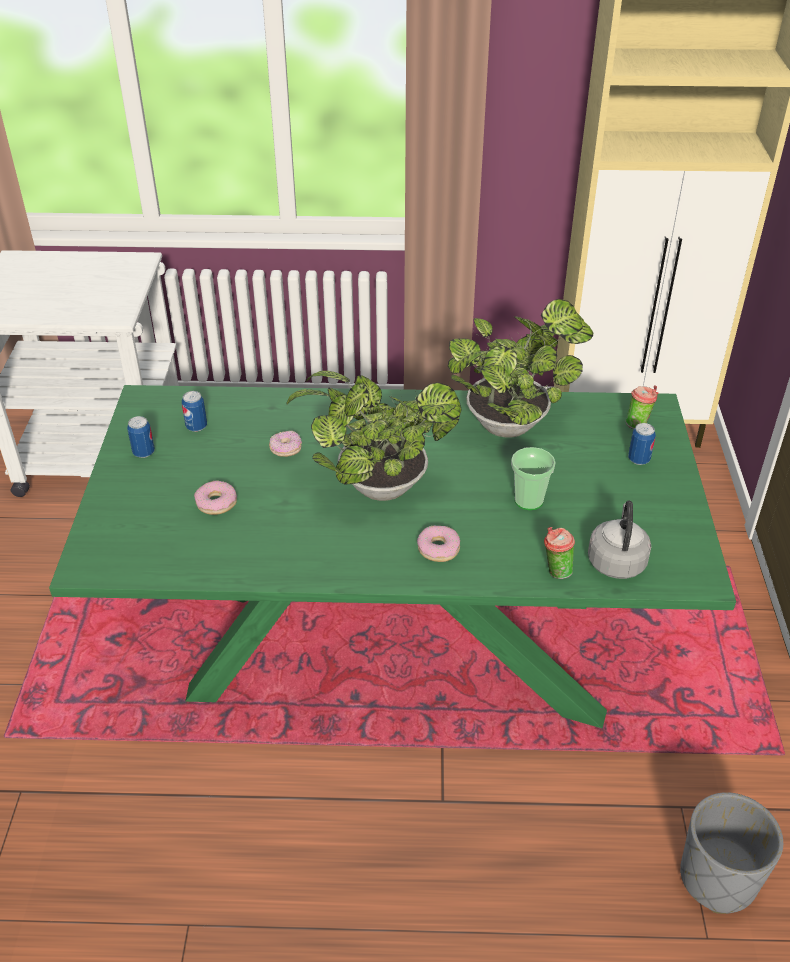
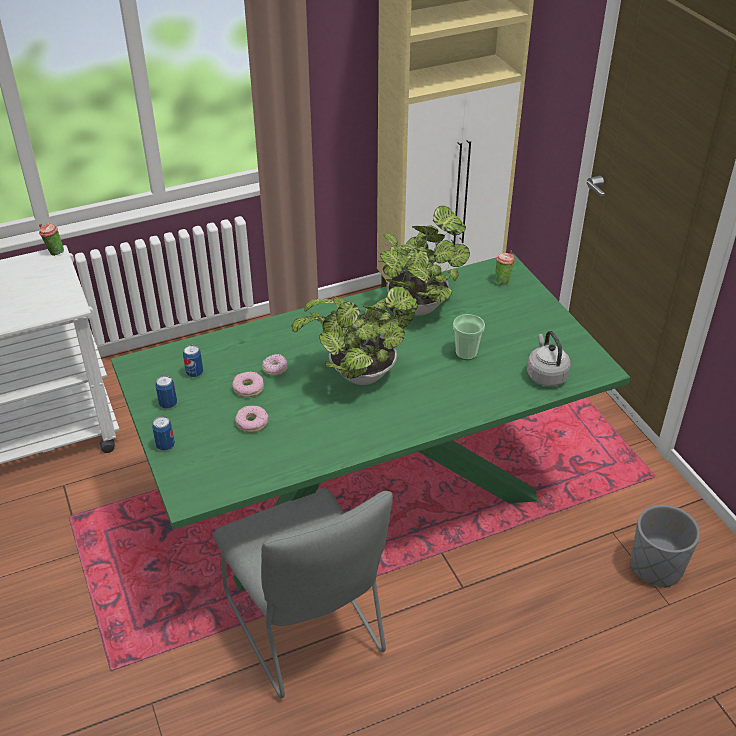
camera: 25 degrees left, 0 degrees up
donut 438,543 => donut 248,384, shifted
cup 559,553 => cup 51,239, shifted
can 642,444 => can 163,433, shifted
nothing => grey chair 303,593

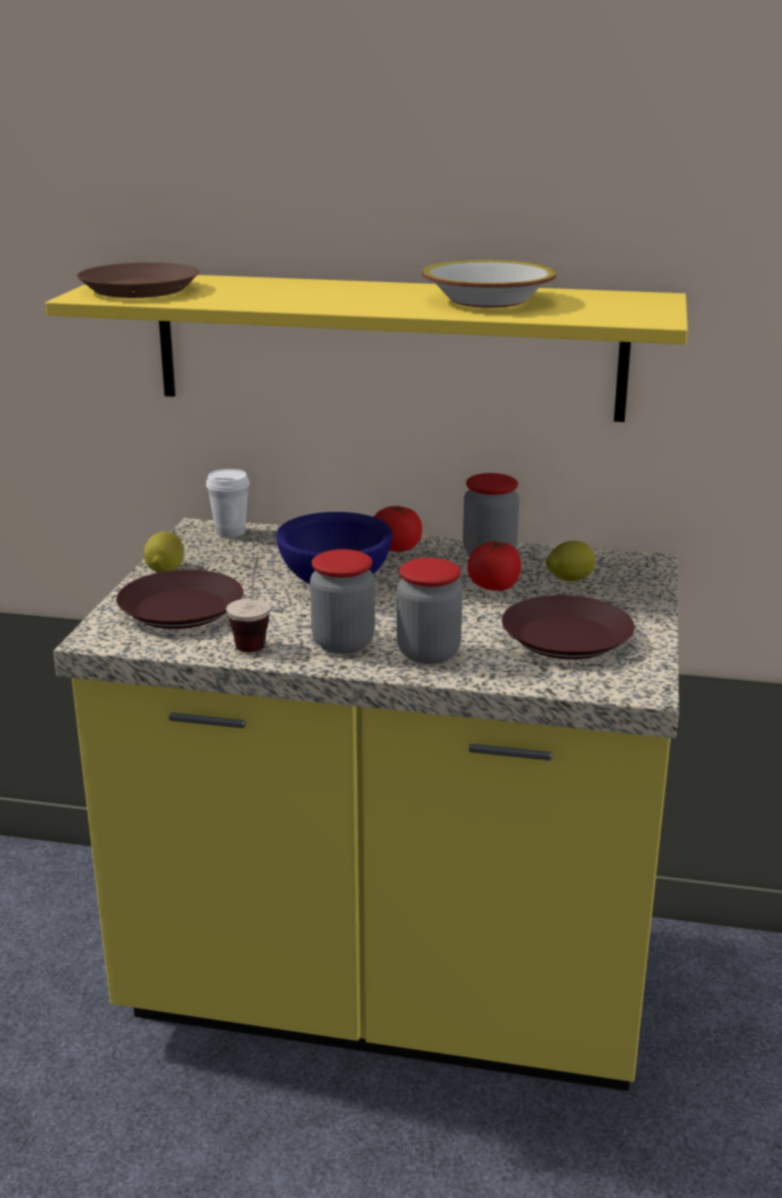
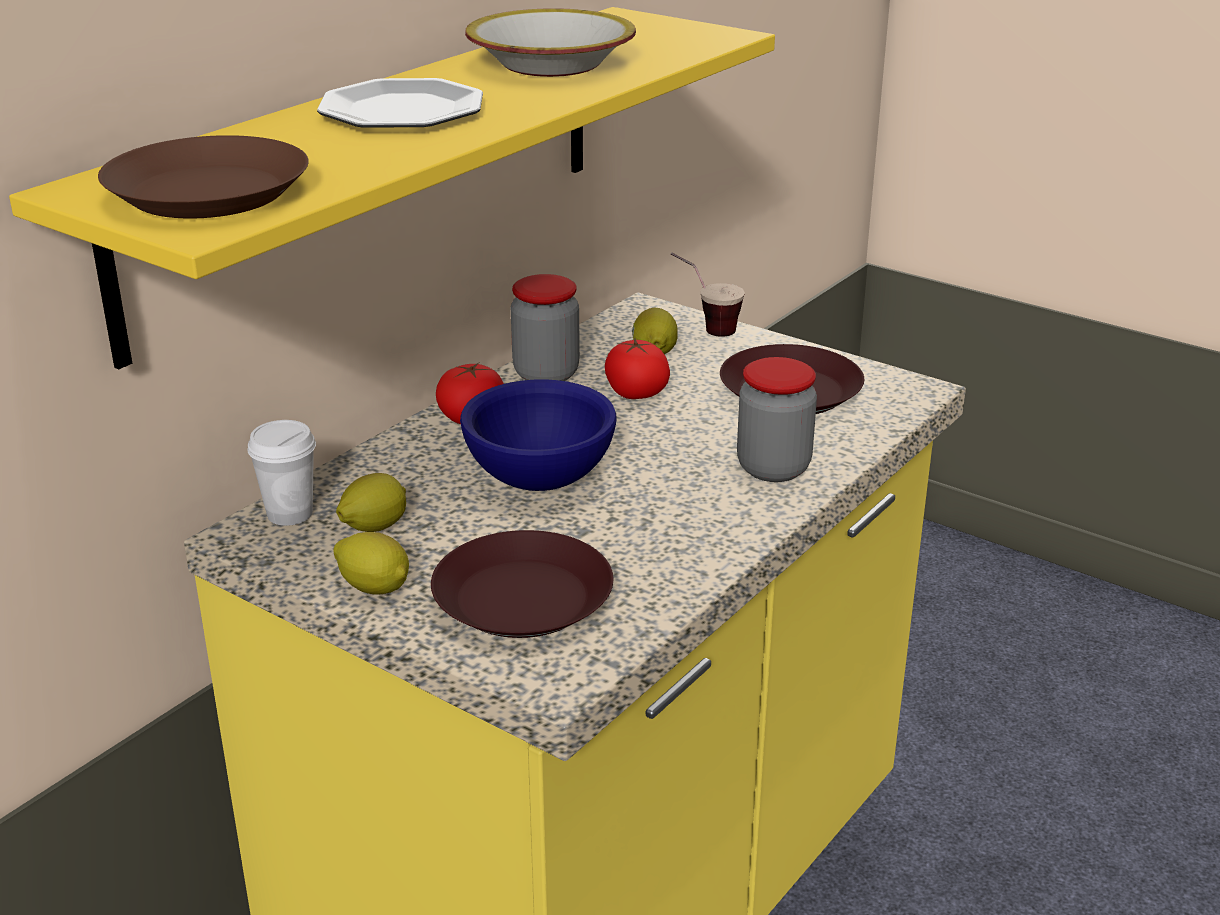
camera: 65 degrees left, 5 degrees up
cup 248,604 => cup 708,294, shifted
jar 342,601 => nothing
nothing => plate 400,103
nothing => lemon 371,502

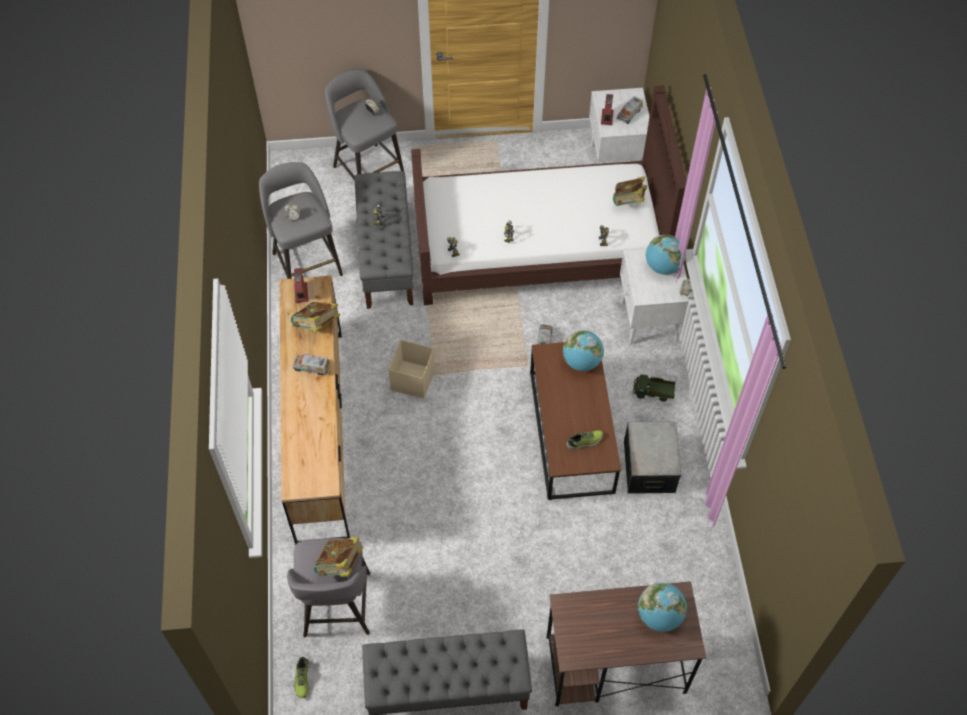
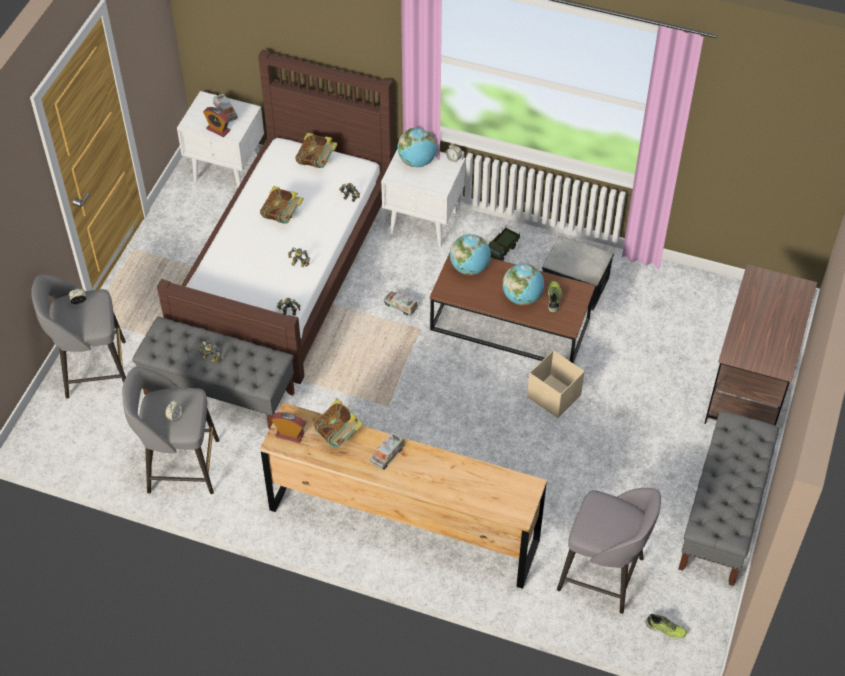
camera: 65 degrees left, 5 degrees down
book 338,557 => book 282,204, shifted
beige storage box 411,369 => beige storage box 556,384, shifted
globe 662,607 => globe 523,284, shifted

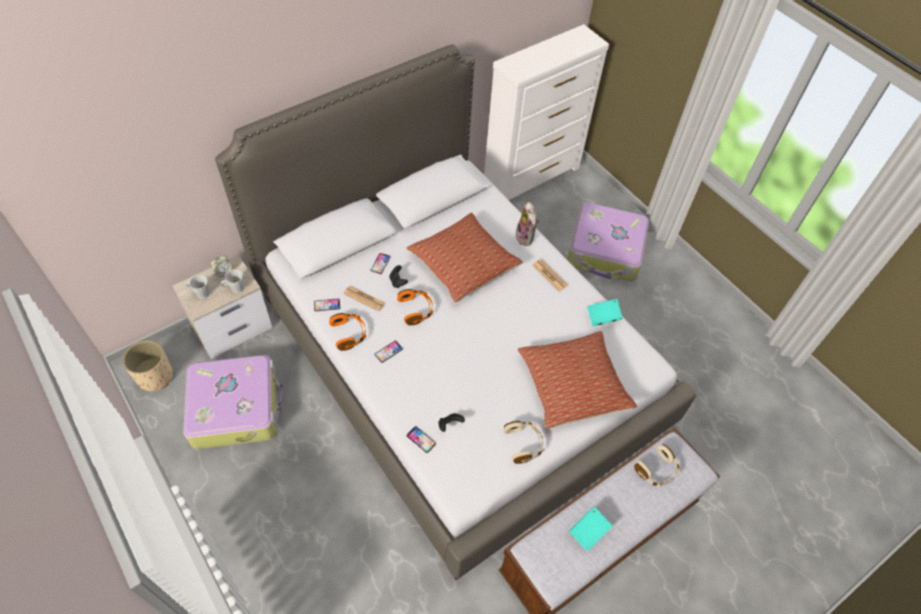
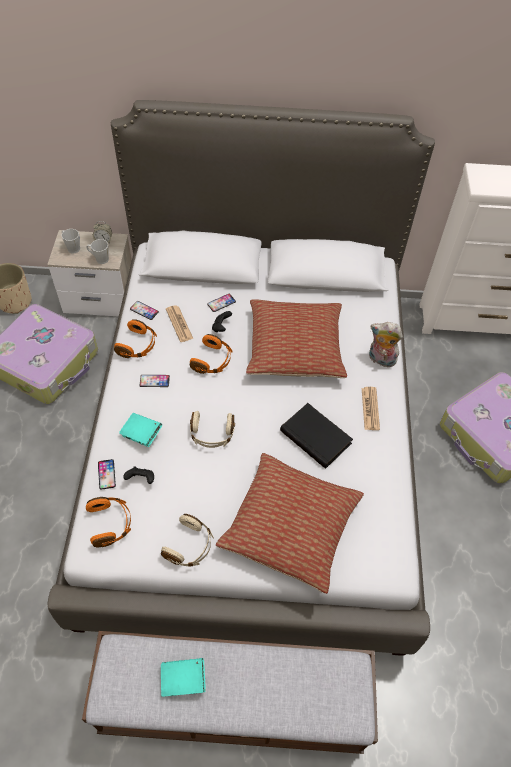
camera: 40 degrees right, 0 degrees up
plush toy 527,224 => plush toy 386,344, 90 degrees clockwise
turquoise book 605,312 => turquoise book 140,430, shifted
beige headphones 657,466 => beige headphones 212,429, shifted
nothing => orange headphones 108,522
nothing => black book 316,436

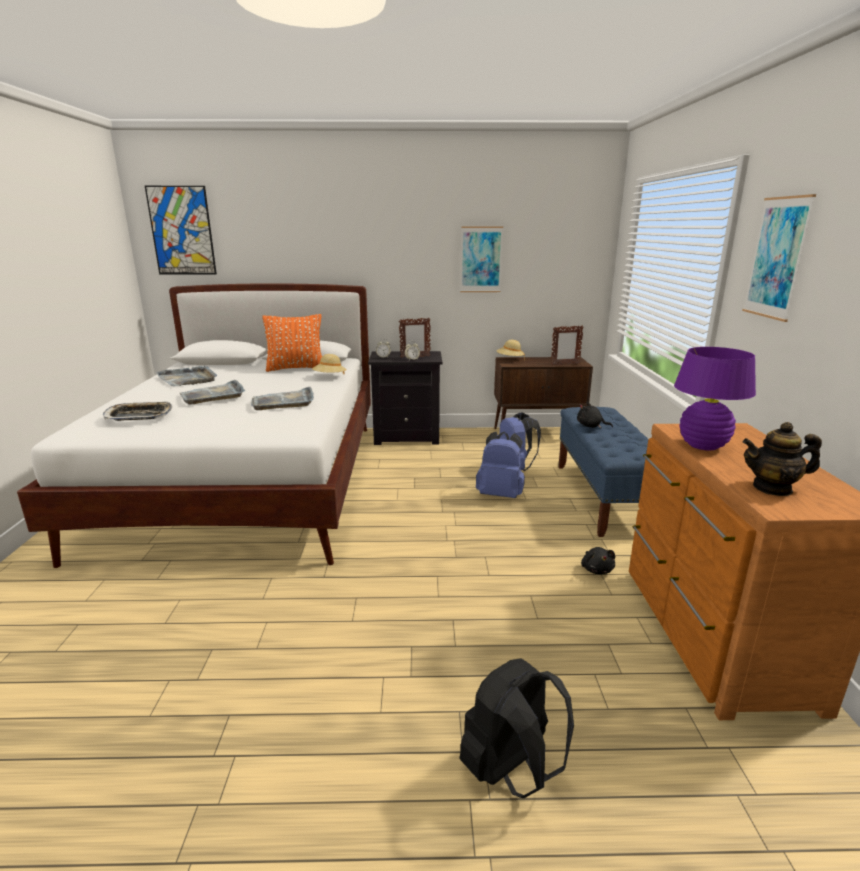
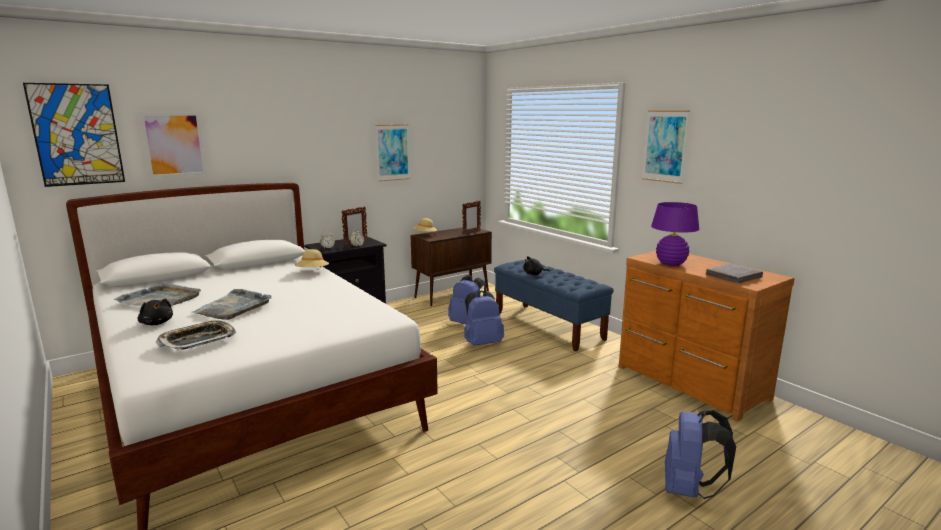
camera: 35 degrees left, 5 degrees down
grey tray 282,398 => nothing
orange pillow 292,343 => nothing
black backpack 516,728 => blue backpack 700,454
black plush toy 598,560 => black plush toy 155,312, shifted
teapot 782,459 => grey book 734,273
nothing => picture 173,145

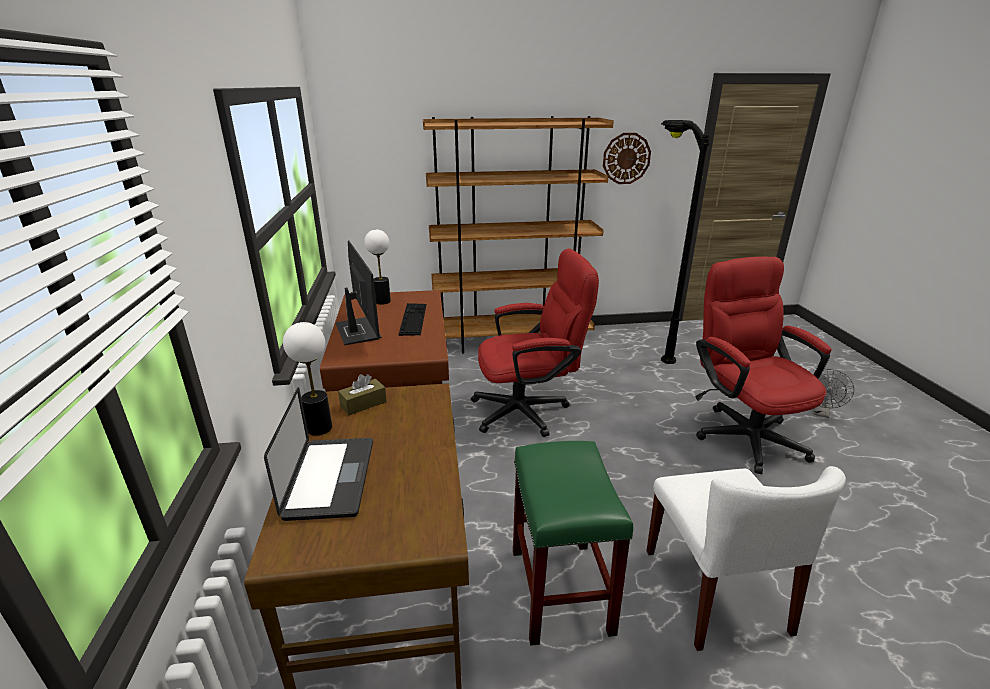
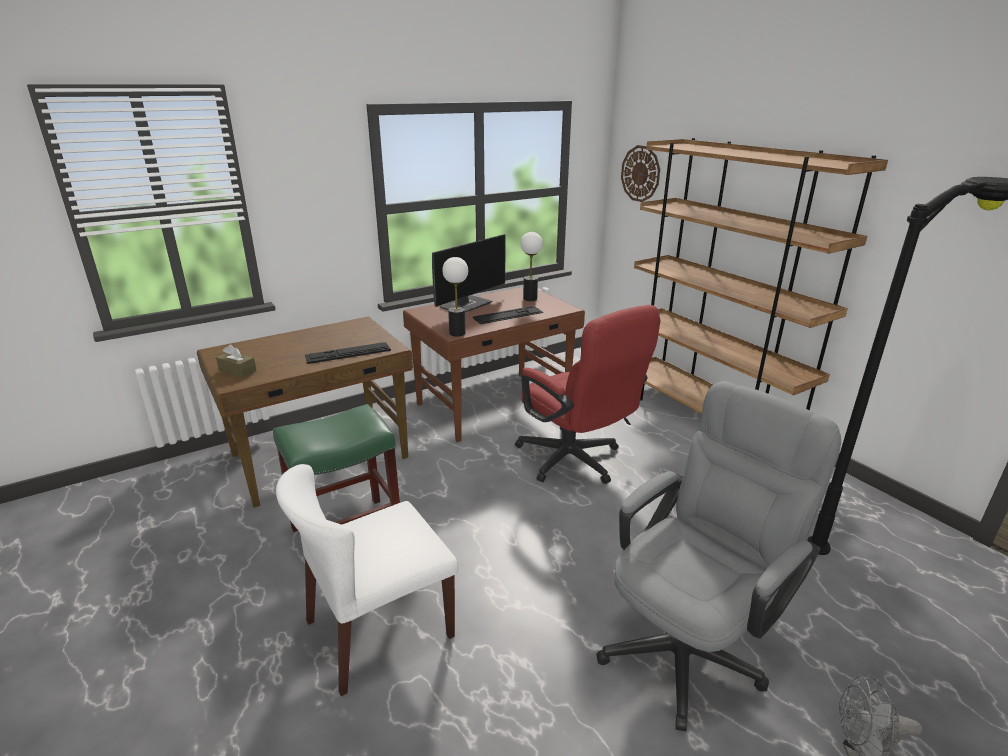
camera: 65 degrees right, 0 degrees up
laptop 318,454 => nothing
table lamp 307,379 => table lamp 455,296, shifted
brown tissue box 362,394 => brown tissue box 236,361, shifted
wall clock 627,158 => wall clock 640,173, shifted
red office chair 763,365 => grey office chair 718,556
nothing => keyboard 348,353

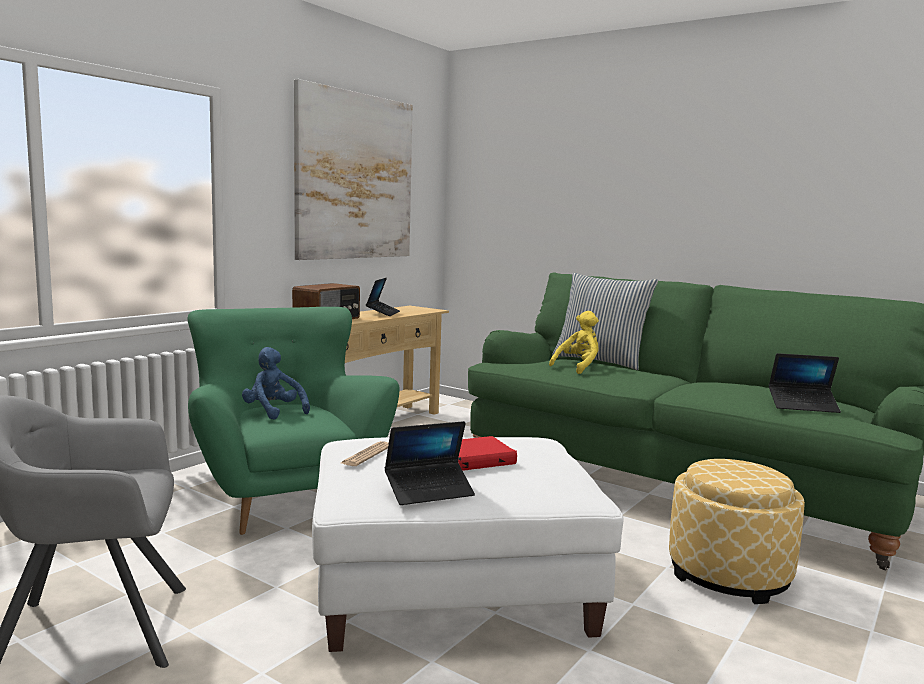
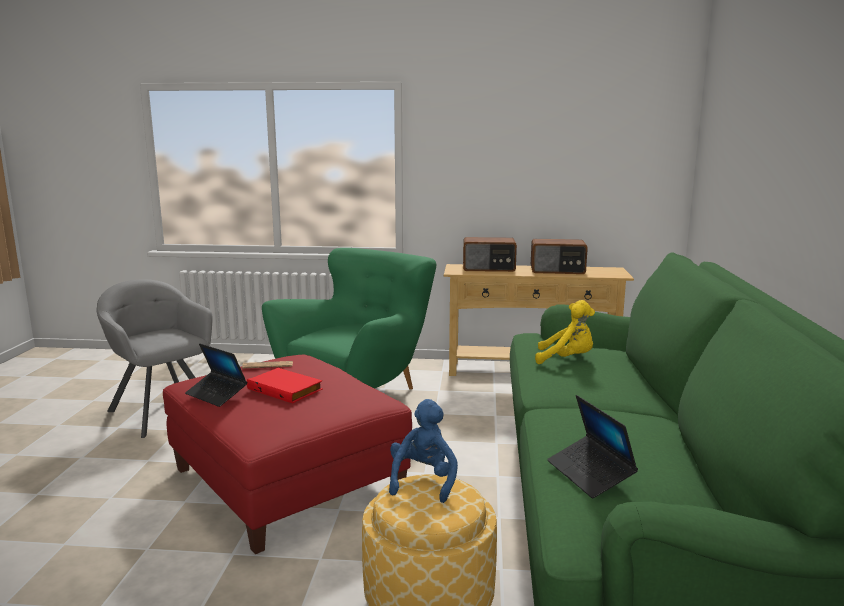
camera: 60 degrees right, 5 degrees up
blue plush toy 276,383 => blue plush toy 423,451, shifted
picture 353,169 => nothing
white ottoman 468,544 => red ottoman 287,454
laptop 383,297 => radio 559,256
pillow 605,321 => nothing

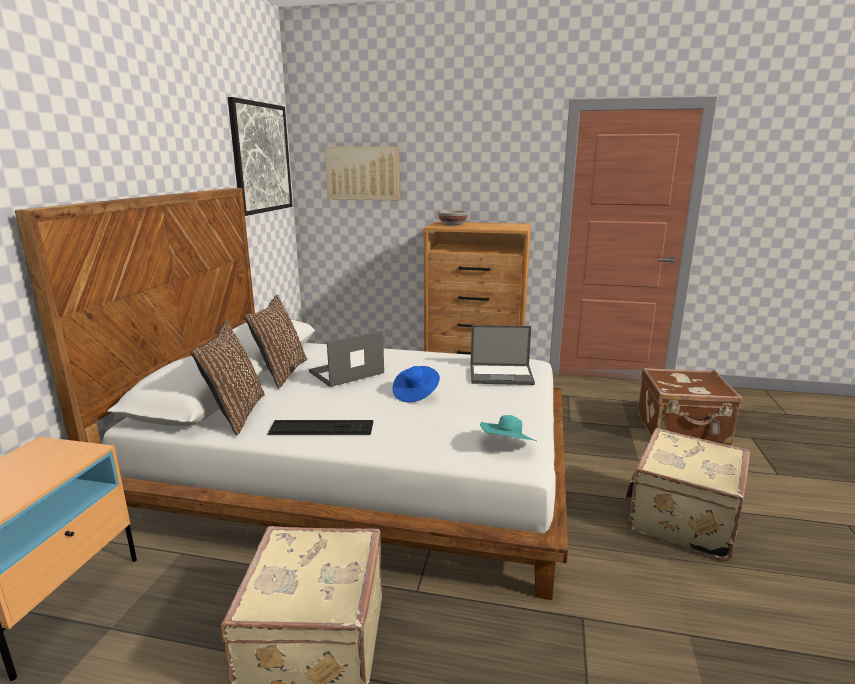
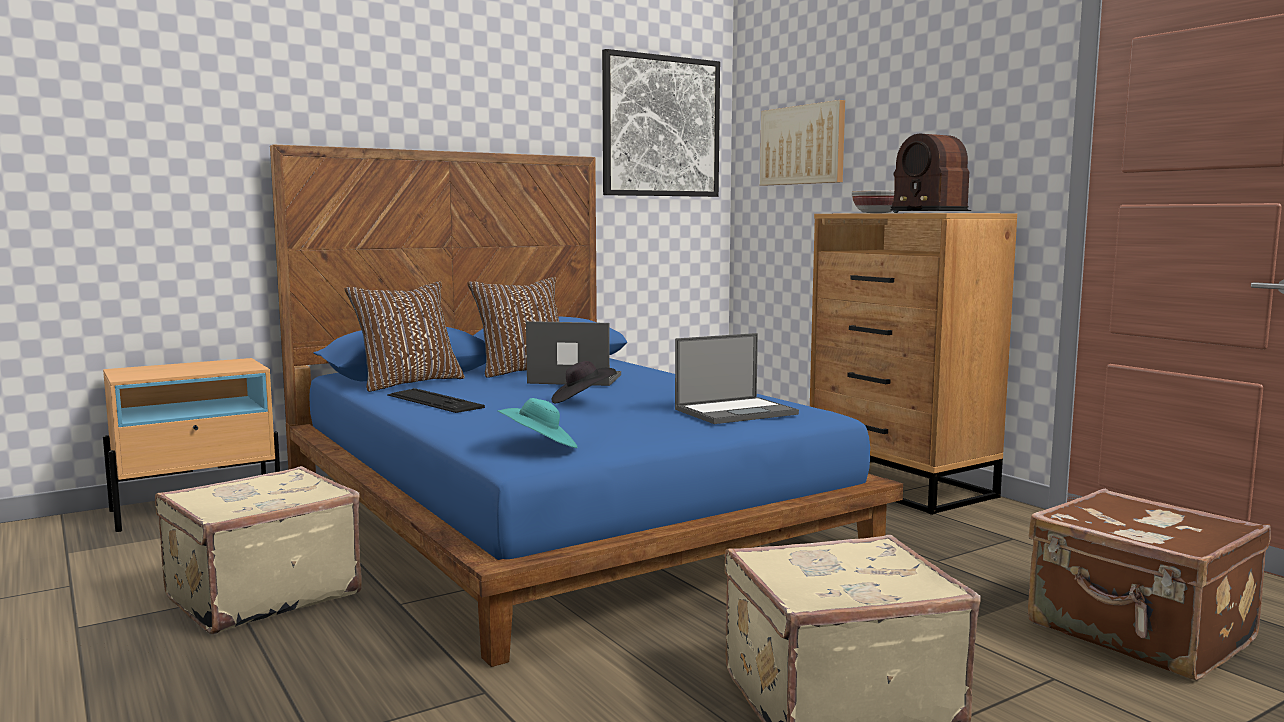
camera: 45 degrees right, 10 degrees down
white bed 291,394 => blue bed 586,405
blue hat 416,384 => black hat 584,382
laptop 503,355 => laptop 737,378, 75 degrees counterclockwise
nothing => radio 931,173

